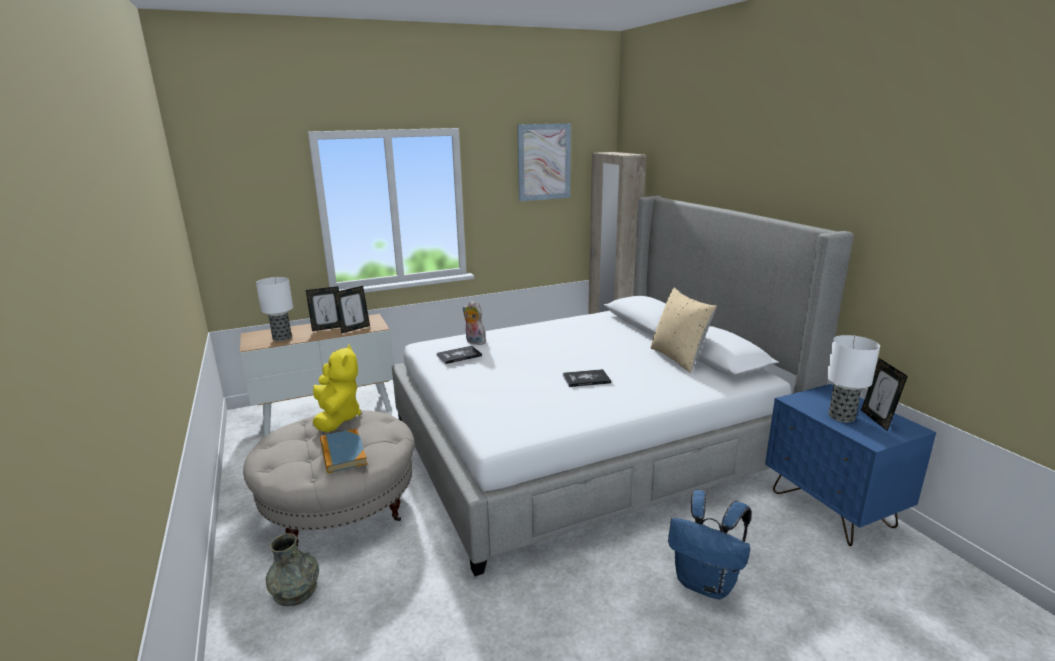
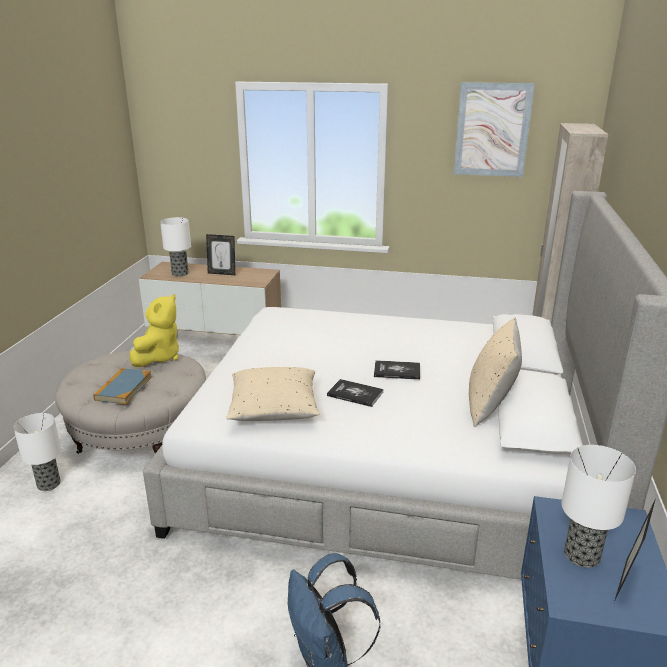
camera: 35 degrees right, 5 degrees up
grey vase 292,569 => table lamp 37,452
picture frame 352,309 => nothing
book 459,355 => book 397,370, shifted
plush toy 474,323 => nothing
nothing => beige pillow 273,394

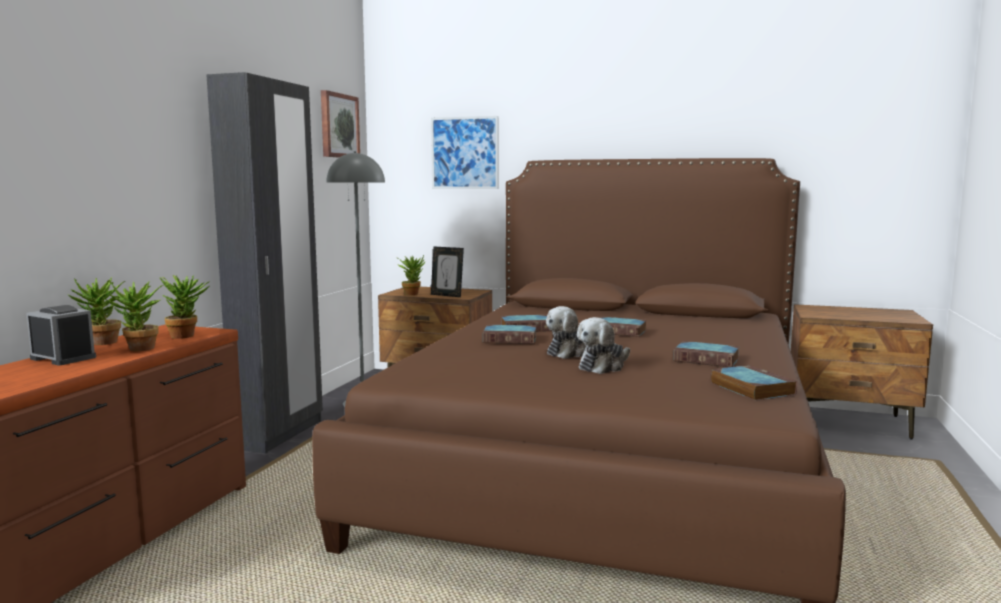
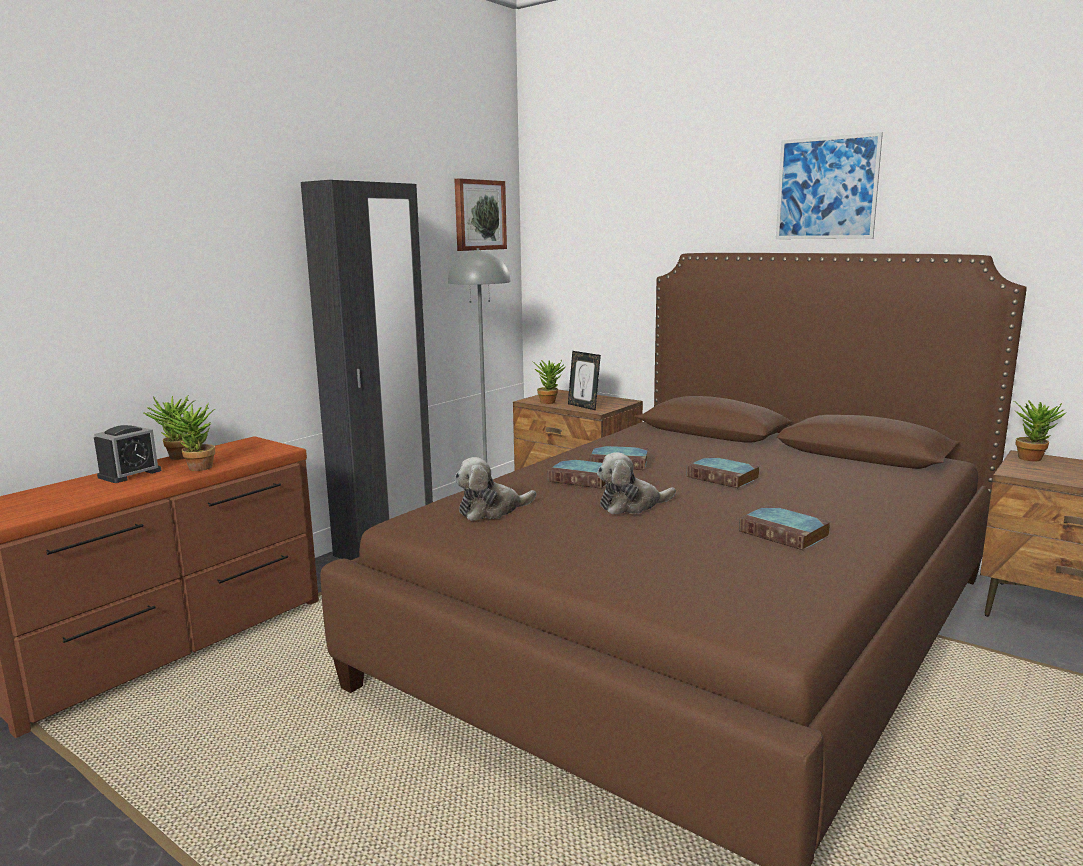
camera: 20 degrees right, 5 degrees up
alarm clock 61,335 => alarm clock 127,454, 75 degrees clockwise
potted plant 184,307 => potted plant 1039,430, shifted
picture 464,152 => picture 829,185, shifted
plush toy 603,345 => plush toy 495,489, shifted
book 754,383 => nothing

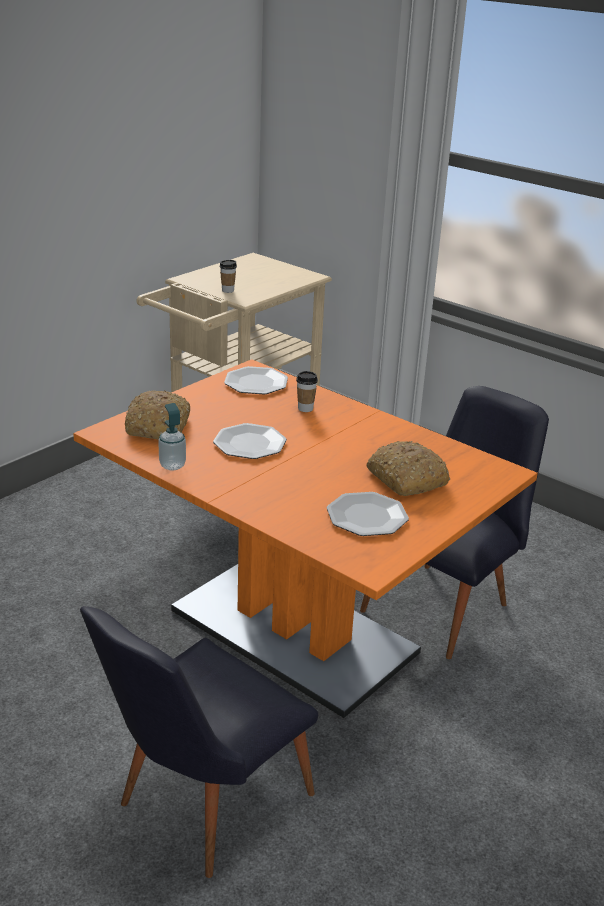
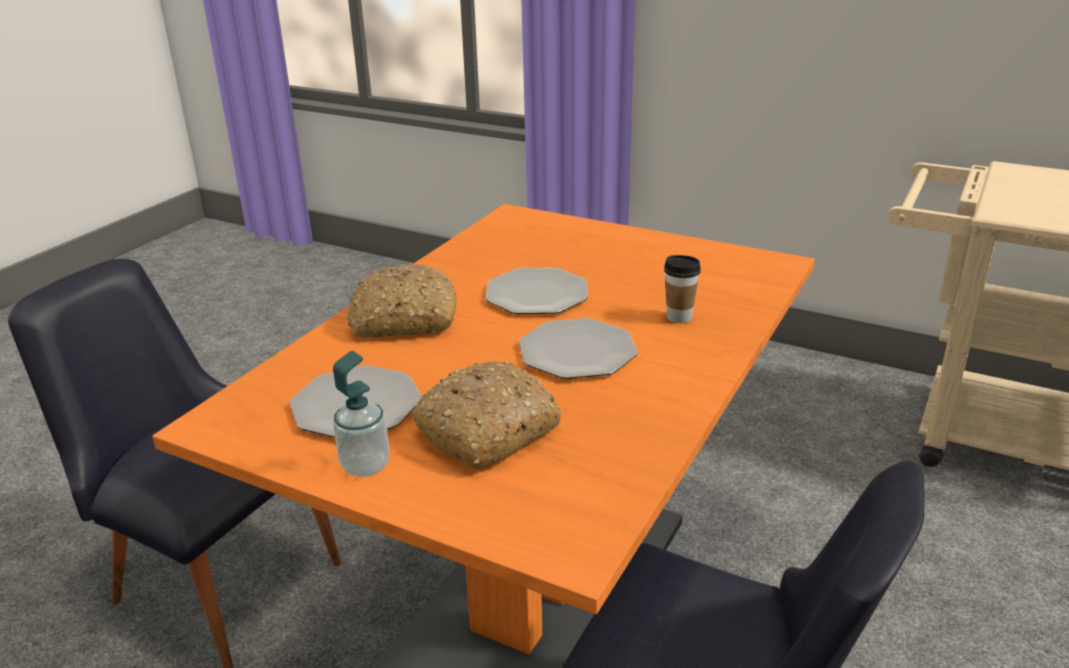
camera: 80 degrees right, 0 degrees up
bread 157,415 => bread 401,300, shifted
soap dispenser 172,436 => soap dispenser 361,414, shifted
cup 228,276 => nothing
plate 256,380 => plate 578,348, shifted

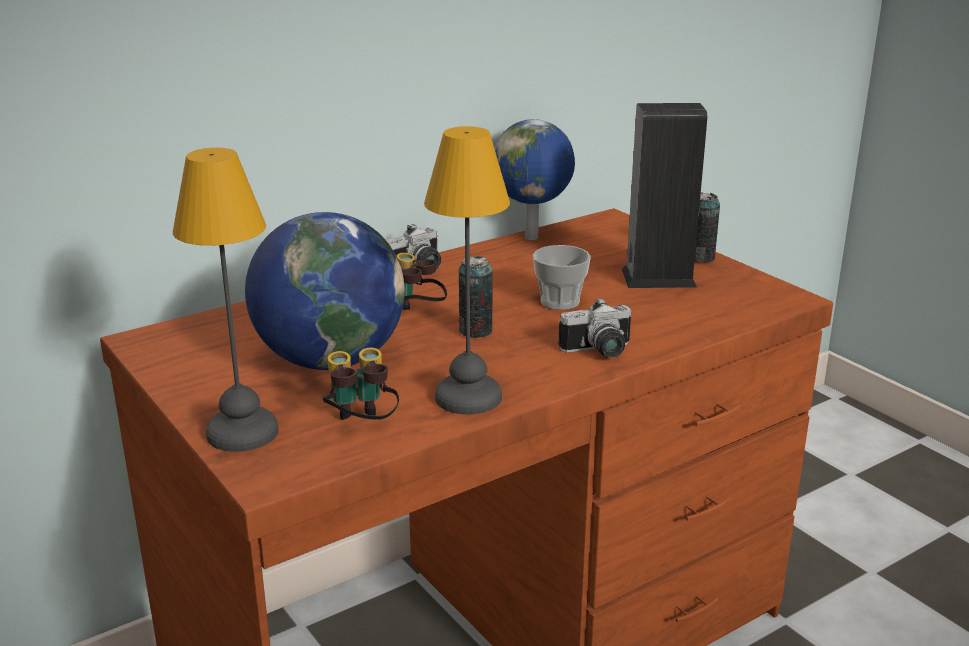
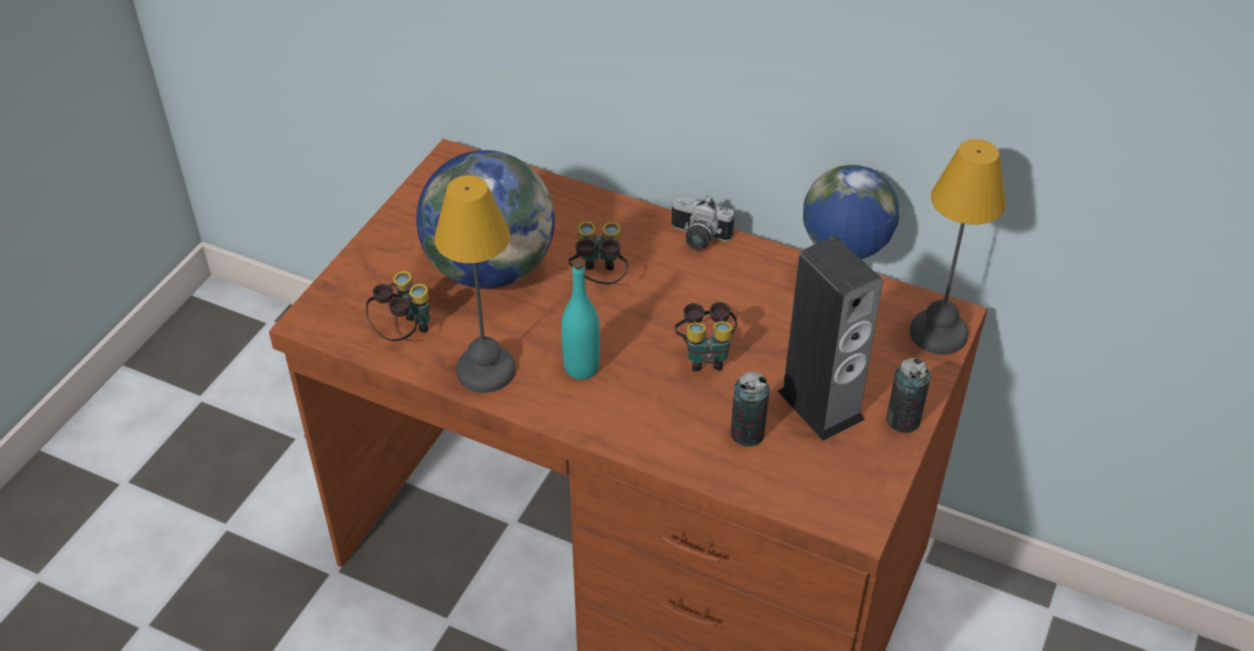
camera: 60 degrees right, 20 degrees up
table lamp 226,300 => table lamp 958,247, shifted
can 476,297 => can 750,409, shifted
cup 562,277 => binoculars 706,337
photo camera 595,327 => nothing
nothing => turquoise bottle 580,320

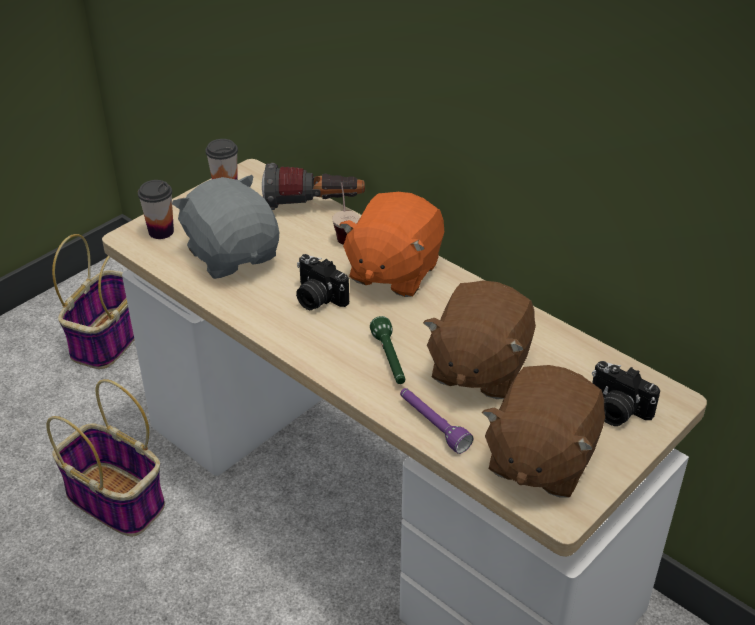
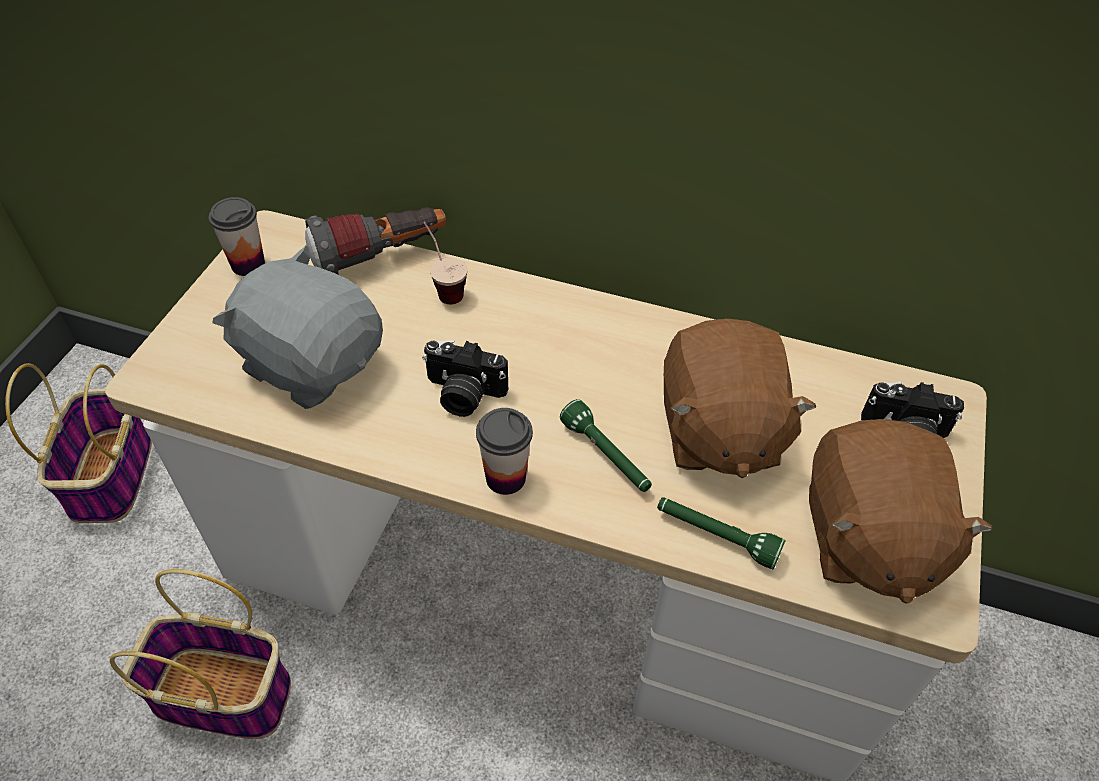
camera: 25 degrees left, 10 degrees up
cup 156,209 => cup 504,451, shifted
orange plush toy 391,244 => nothing
purple flashlight 436,421 => green flashlight 721,533

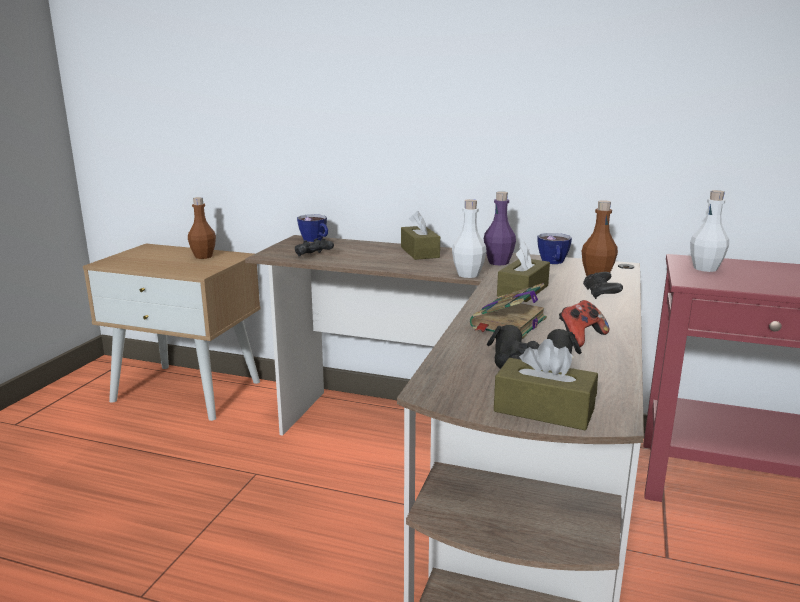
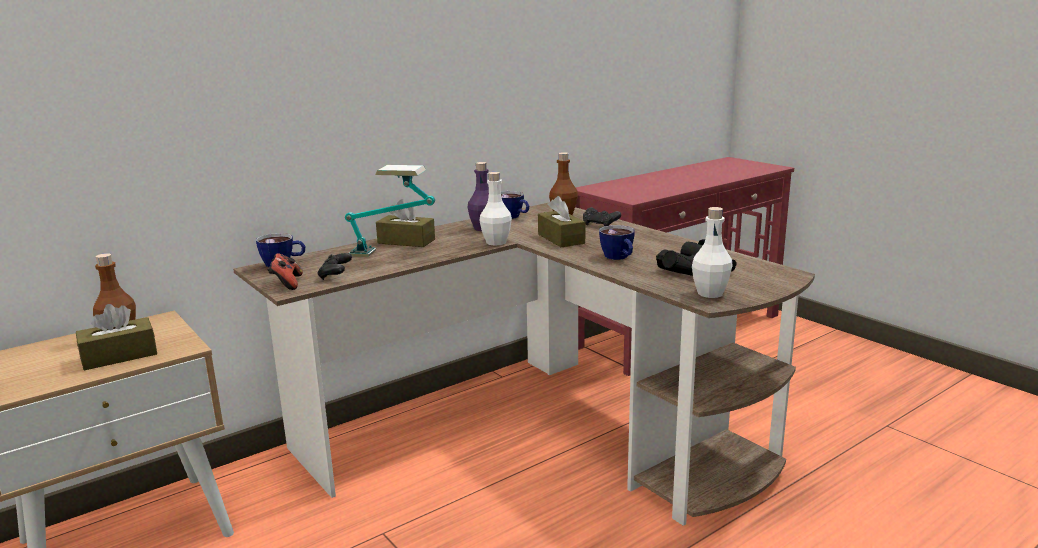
camera: 55 degrees left, 0 degrees up
book 508,311 => cup 617,242
brown tissue box 546,384 => brown tissue box 116,337, shifted
game controller 584,323 => game controller 285,271, shifted
white bottle 709,231 => white bottle 712,252, shifted
nothing => table lamp 390,211

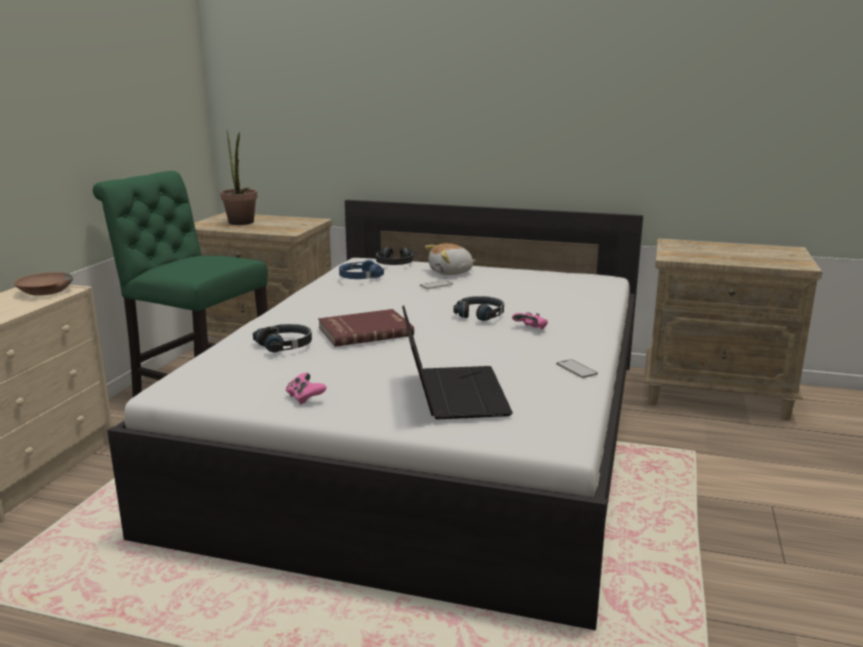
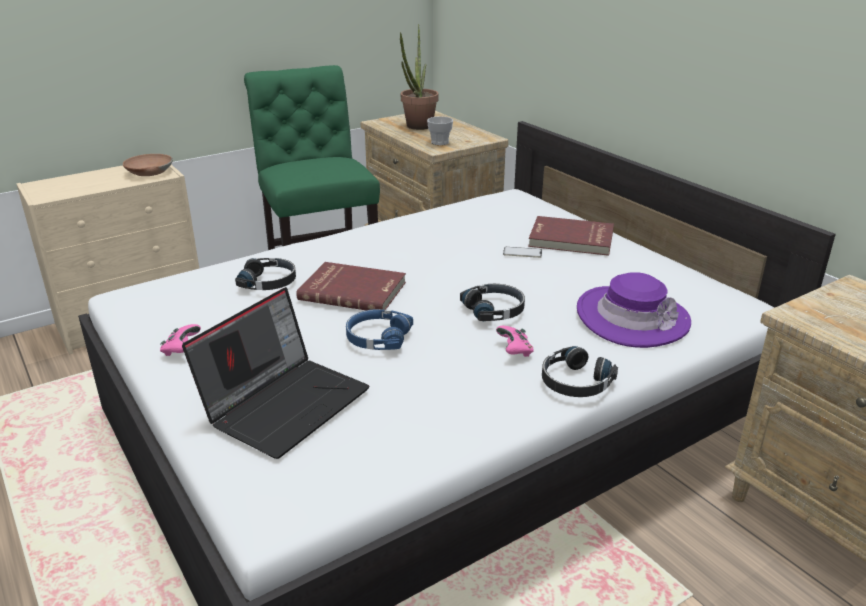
camera: 40 degrees right, 10 degrees up
blue headphones 361,269 => blue headphones 379,329, shifted
black headphones 395,256 => black headphones 580,371, shifted
plush toy 450,259 => red book 571,236
phone 577,368 => nothing
nothing => cup 440,131
nothing => purple hat 634,310

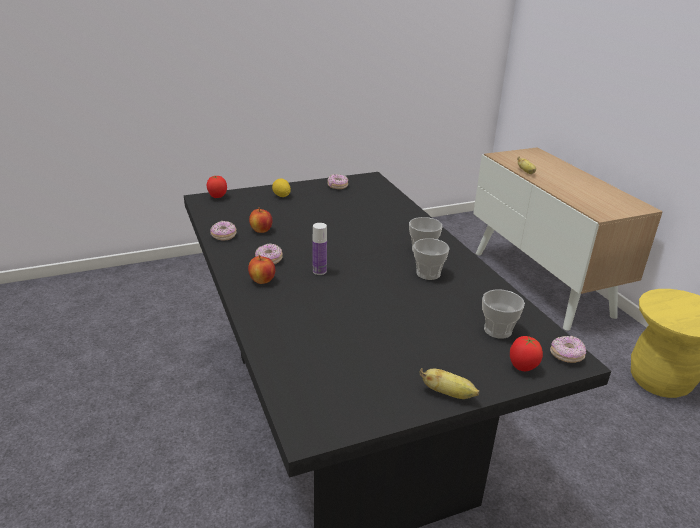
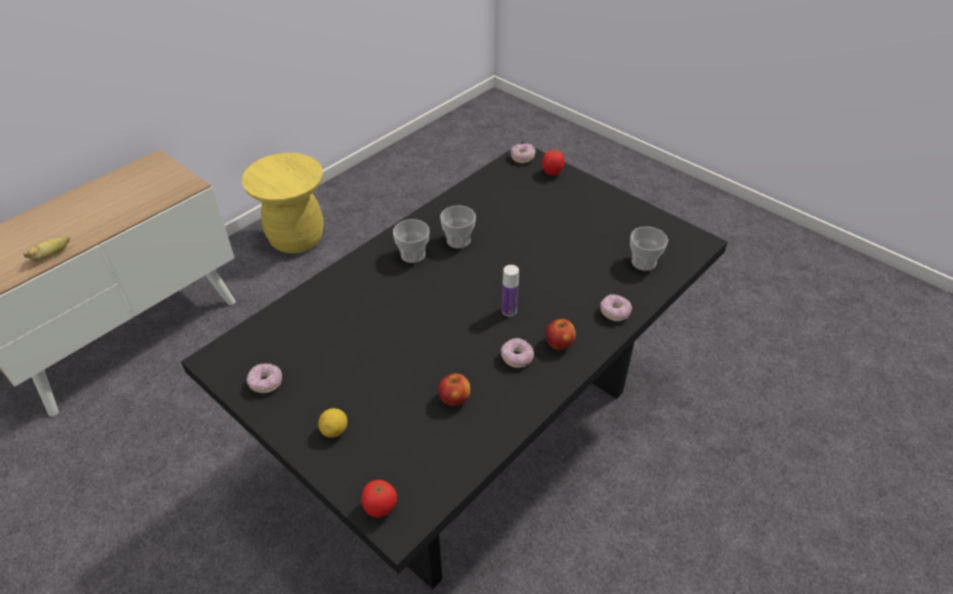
camera: 115 degrees left, 15 degrees up
donut 223,230 => donut 616,307, shifted
banana 449,383 => nothing
cup 503,314 => cup 649,248, shifted

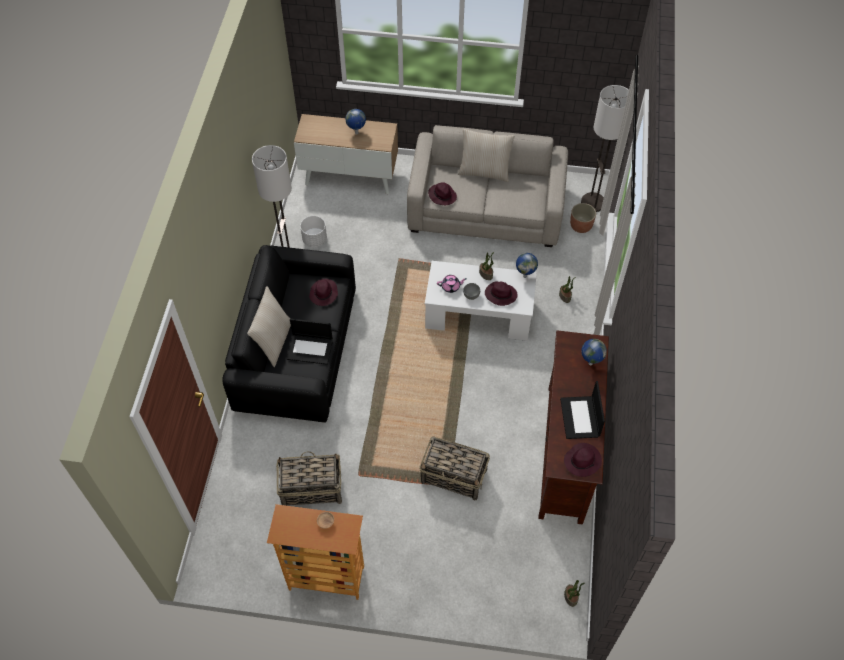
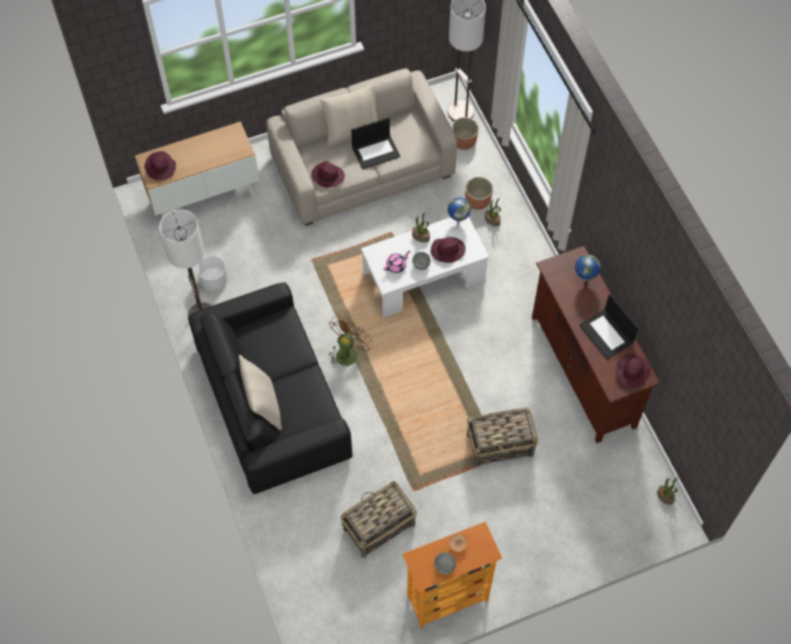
camera: 30 degrees left, 5 degrees up
laptop 310,342 => laptop 375,143, shifted
purple hat 323,292 => purple hat 160,165, shifted
globe 355,122 => nothing
nothing => brown fan 351,341
nothing => grey bowl 445,563
nothing => planter 479,193

